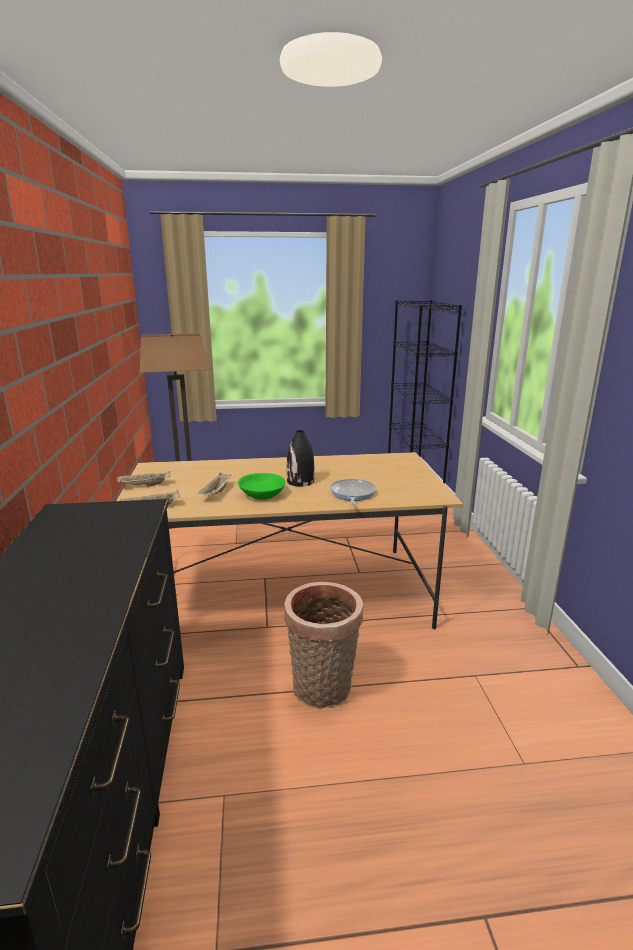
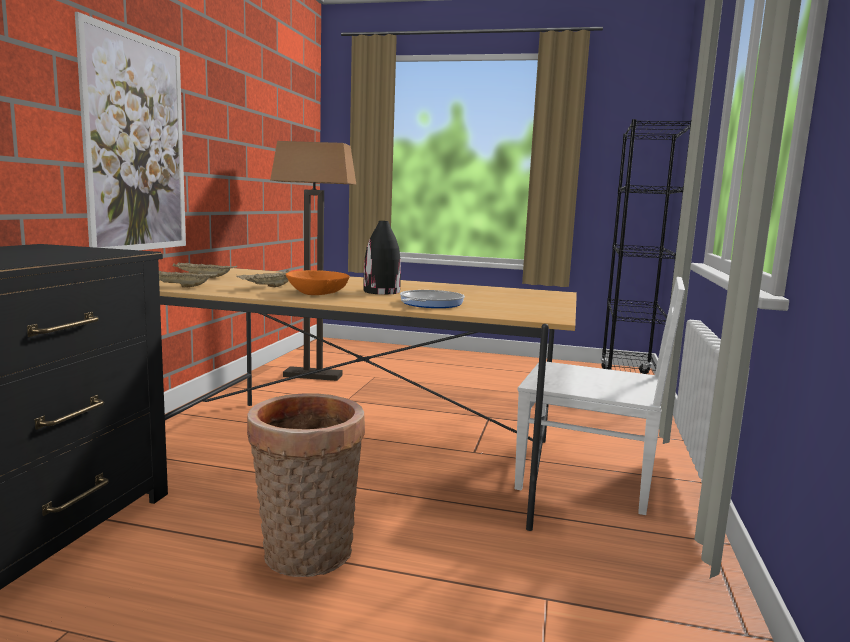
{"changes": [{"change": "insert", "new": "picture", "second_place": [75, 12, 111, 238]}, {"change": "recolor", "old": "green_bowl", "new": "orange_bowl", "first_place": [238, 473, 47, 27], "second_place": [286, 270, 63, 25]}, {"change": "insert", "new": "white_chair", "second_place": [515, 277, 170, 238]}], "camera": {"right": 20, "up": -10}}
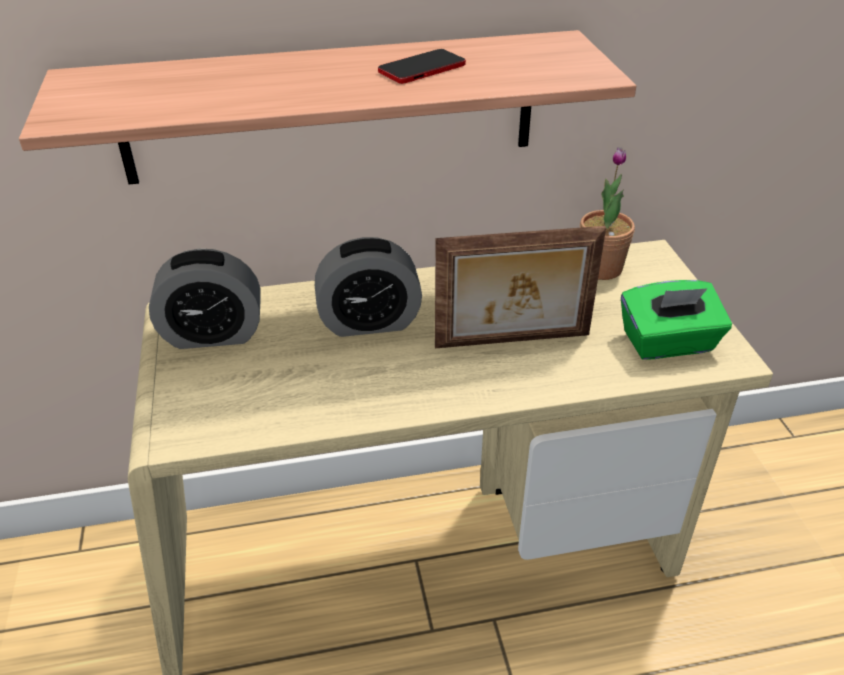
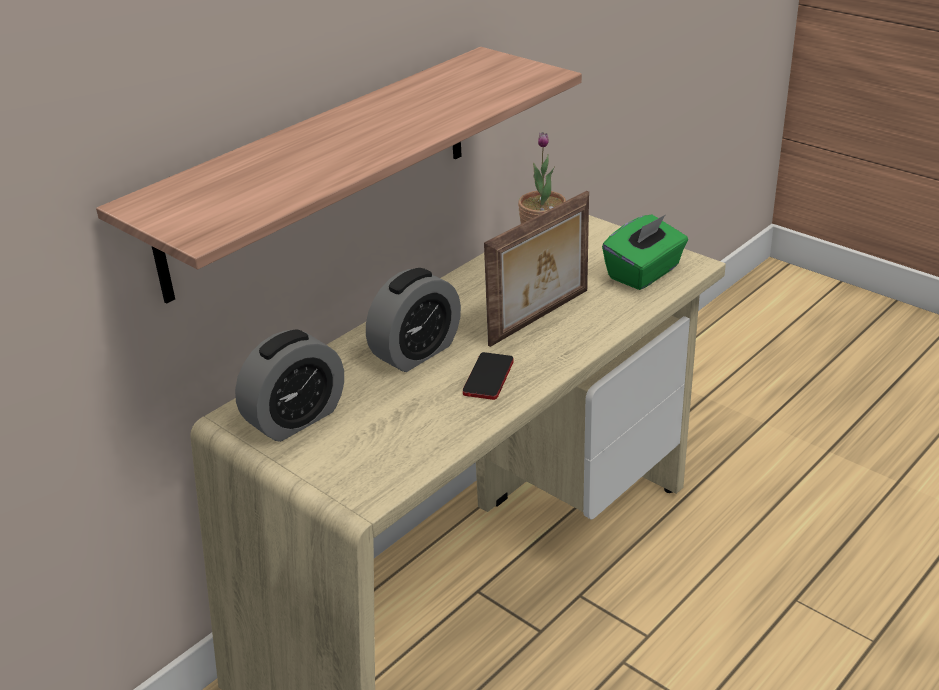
{"changes": [{"change": "move", "old": "phone", "first_place": [378, 49, 88, 35], "second_place": [463, 352, 51, 48]}], "camera": {"right": -35, "up": -5}}
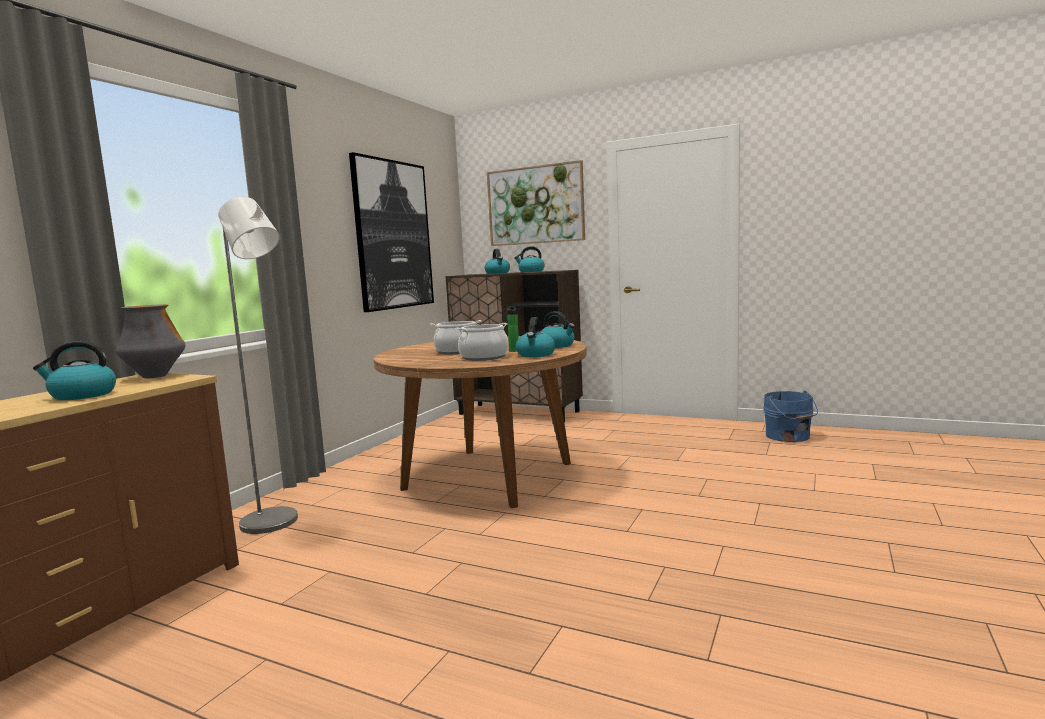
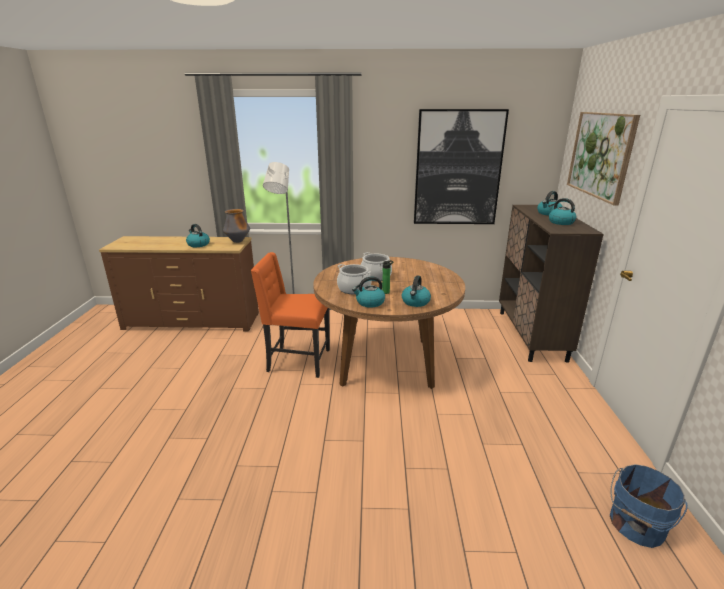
{"changes": [{"change": "insert", "new": "orange_chair", "second_place": [251, 252, 79, 126]}], "camera": {"right": 65, "up": 15}}
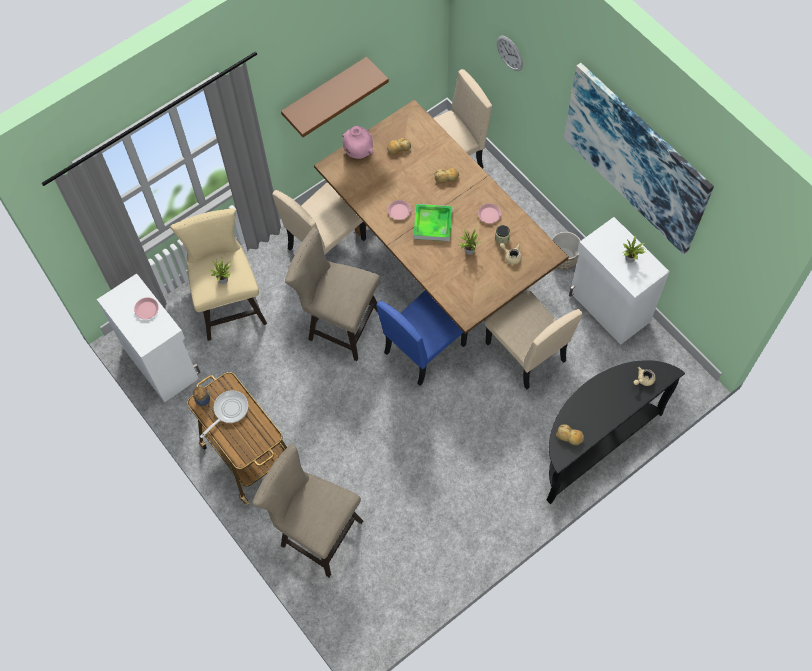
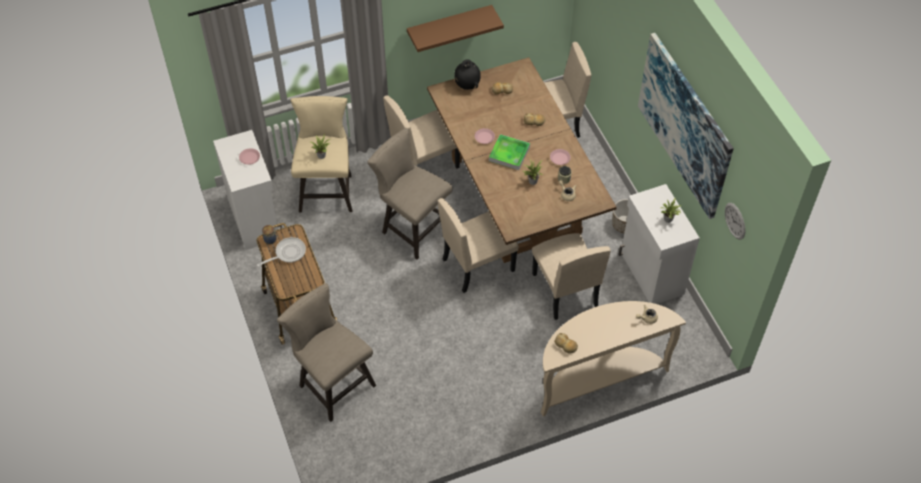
{"changes": [{"change": "recolor", "old": "blue_chair", "new": "beige_chair", "first_place": [376, 290, 92, 96], "second_place": [438, 198, 81, 95]}, {"change": "recolor", "old": "pink_vase", "new": "black_vase", "first_place": [342, 126, 31, 33], "second_place": [454, 59, 27, 31]}, {"change": "recolor", "old": "black_console_table", "new": "beige_console_table", "first_place": [546, 360, 139, 144], "second_place": [541, 301, 145, 115]}, {"change": "move", "old": "wall_clock", "first_place": [497, 36, 26, 35], "second_place": [725, 203, 20, 37]}], "camera": {"right": 15, "up": -10}}
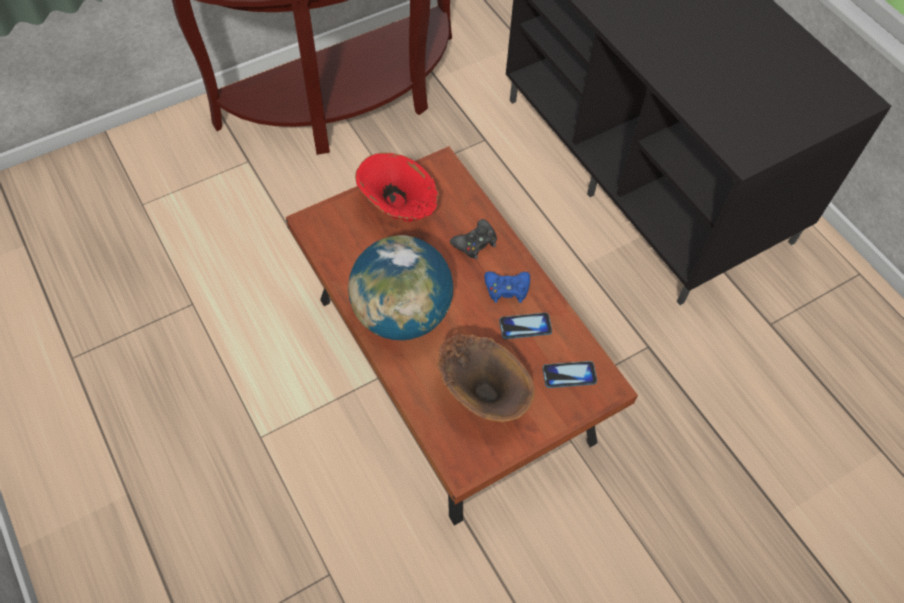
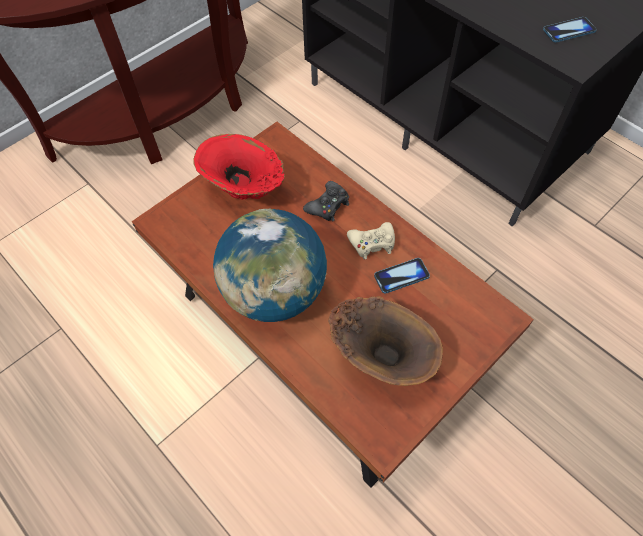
{"changes": [{"change": "recolor", "old": "blue_game_controller", "new": "beige_game_controller", "first_place": [484, 272, 46, 31], "second_place": [347, 222, 48, 38]}, {"change": "move", "old": "phone", "first_place": [543, 361, 54, 27], "second_place": [543, 17, 54, 25]}], "camera": {"right": -10, "up": 0}}
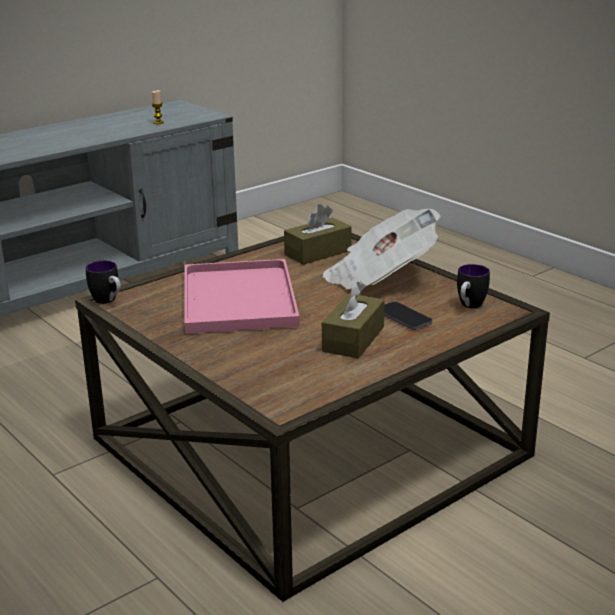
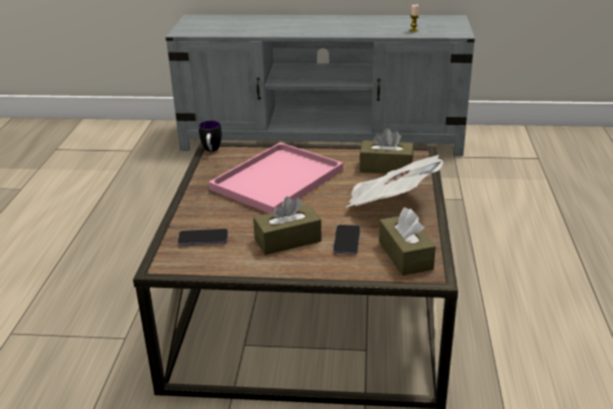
{"changes": [{"change": "insert", "new": "phone", "second_place": [178, 229, 50, 17]}, {"change": "replace", "old": "mug", "new": "brown_tissue_box", "first_place": [457, 264, 33, 44], "second_place": [379, 207, 57, 69]}], "camera": {"right": 45, "up": 5}}
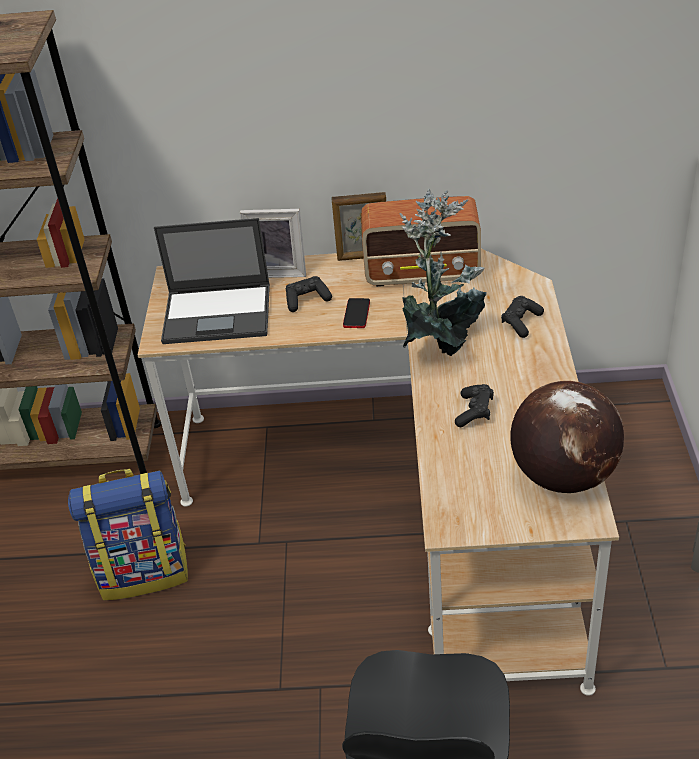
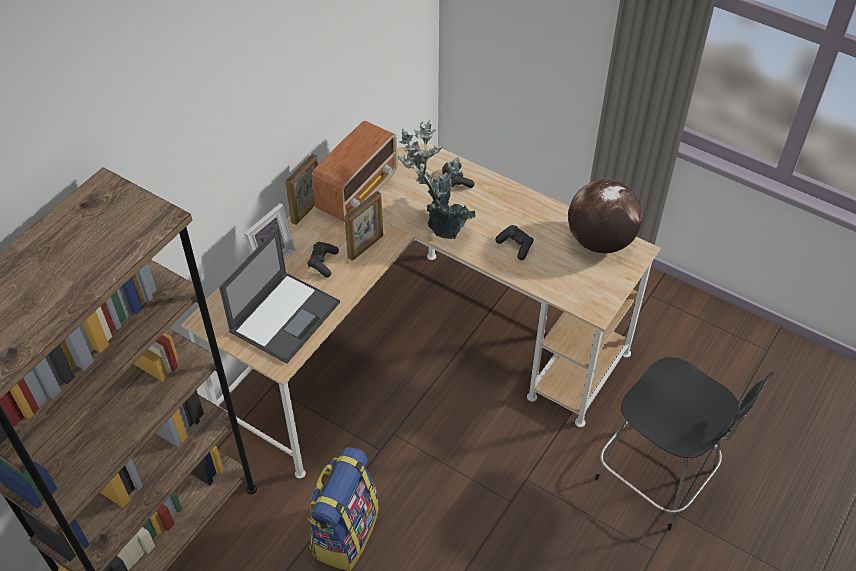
{"changes": [{"change": "replace", "old": "phone", "new": "picture_frame", "first_place": [343, 298, 27, 30], "second_place": [344, 191, 39, 69]}], "camera": {"right": -60, "up": 10}}
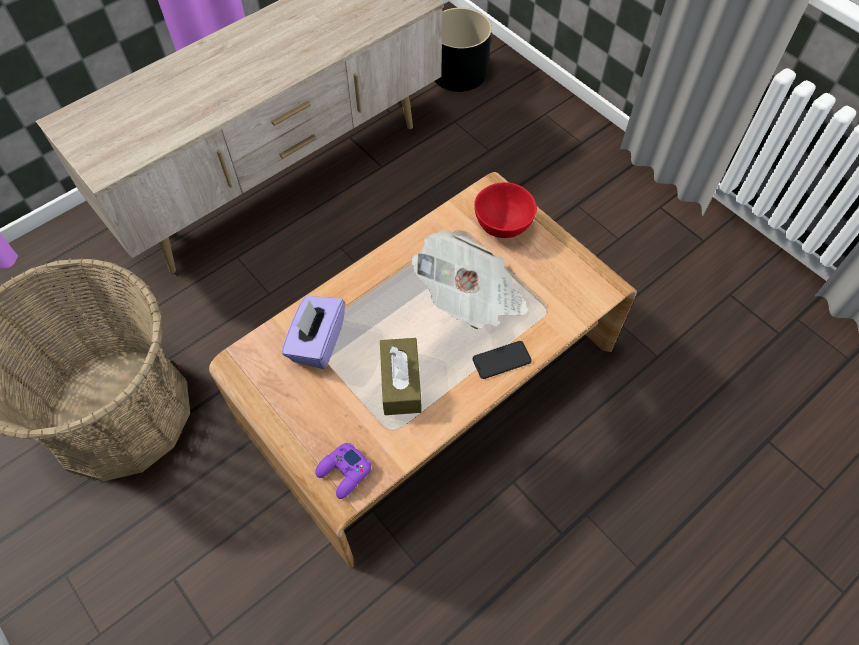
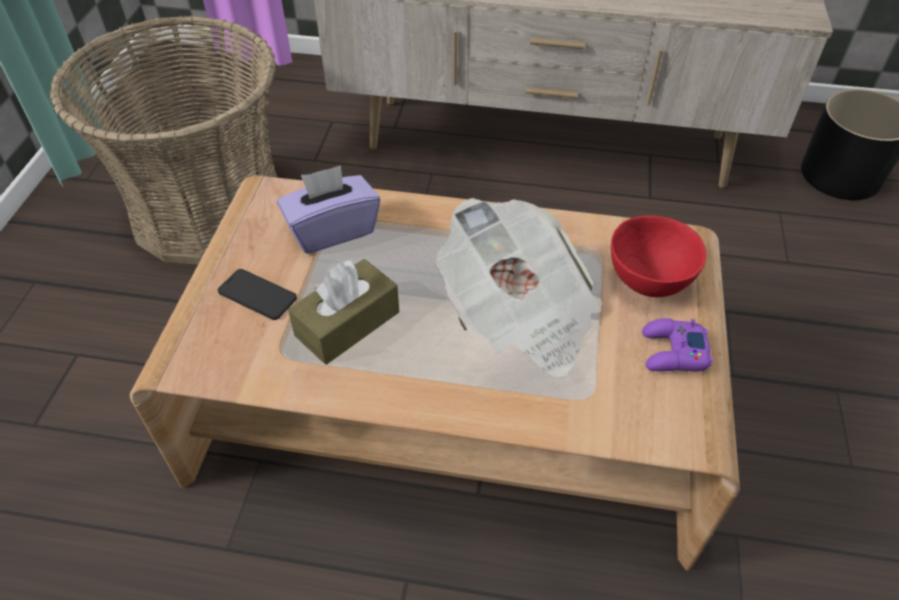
{"changes": [{"change": "move", "old": "phone", "first_place": [473, 341, 59, 38], "second_place": [218, 269, 79, 51]}, {"change": "move", "old": "purple_game_controller", "first_place": [315, 442, 56, 57], "second_place": [642, 319, 71, 52]}], "camera": {"right": 50, "up": -10}}
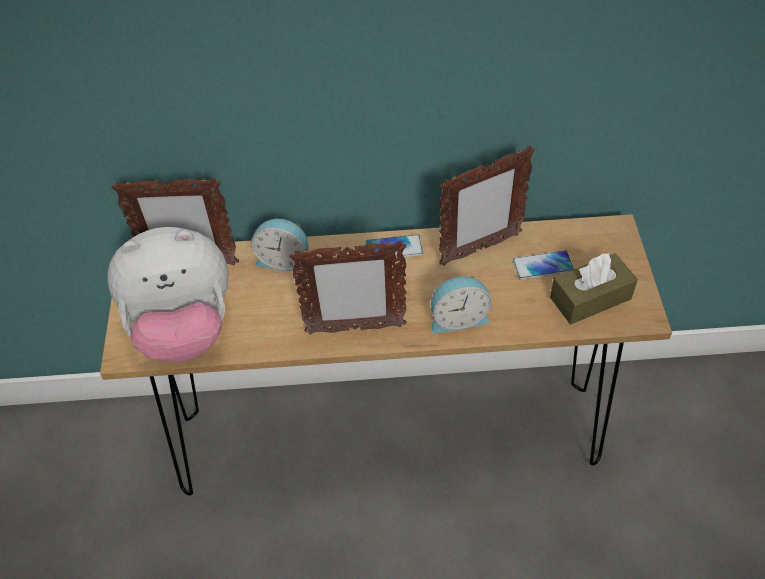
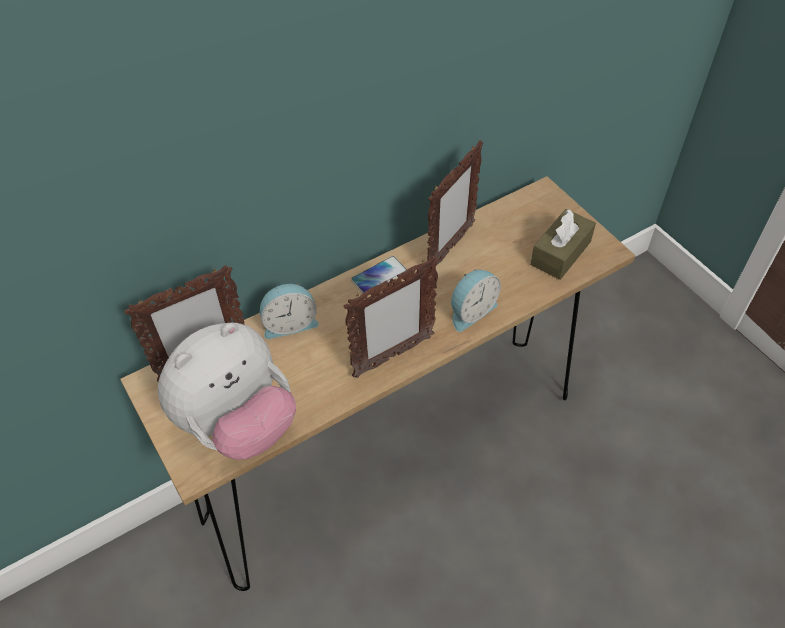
{"changes": [{"change": "delete", "old": "phone", "first_place": [512, 250, 62, 30]}], "camera": {"right": -30, "up": 0}}
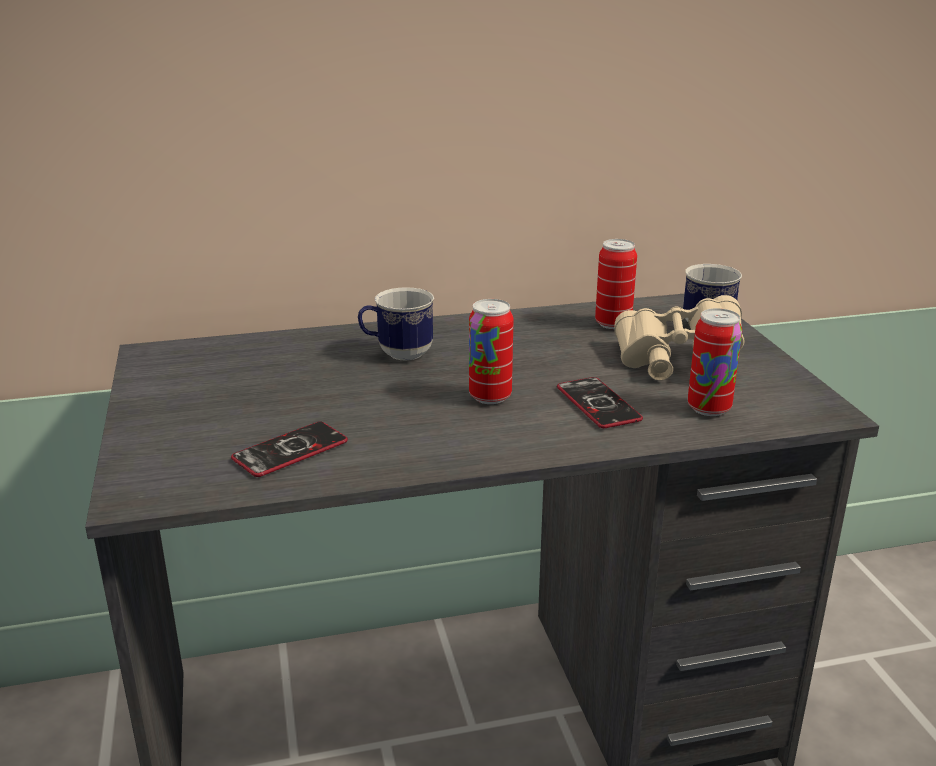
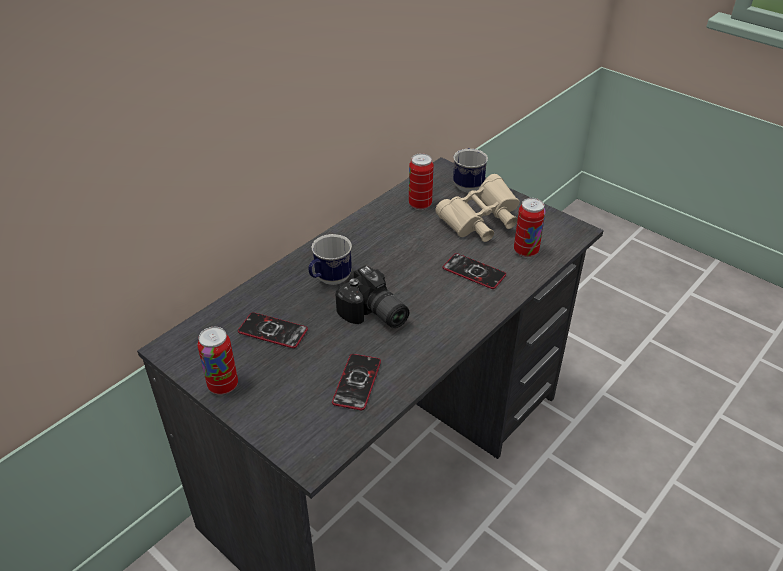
{"changes": [{"change": "move", "old": "can", "first_place": [469, 299, 45, 105], "second_place": [198, 327, 40, 68]}, {"change": "insert", "new": "phone", "second_place": [238, 312, 70, 36]}, {"change": "insert", "new": "photo_camera", "second_place": [335, 265, 74, 63]}], "camera": {"right": -35, "up": 15}}
